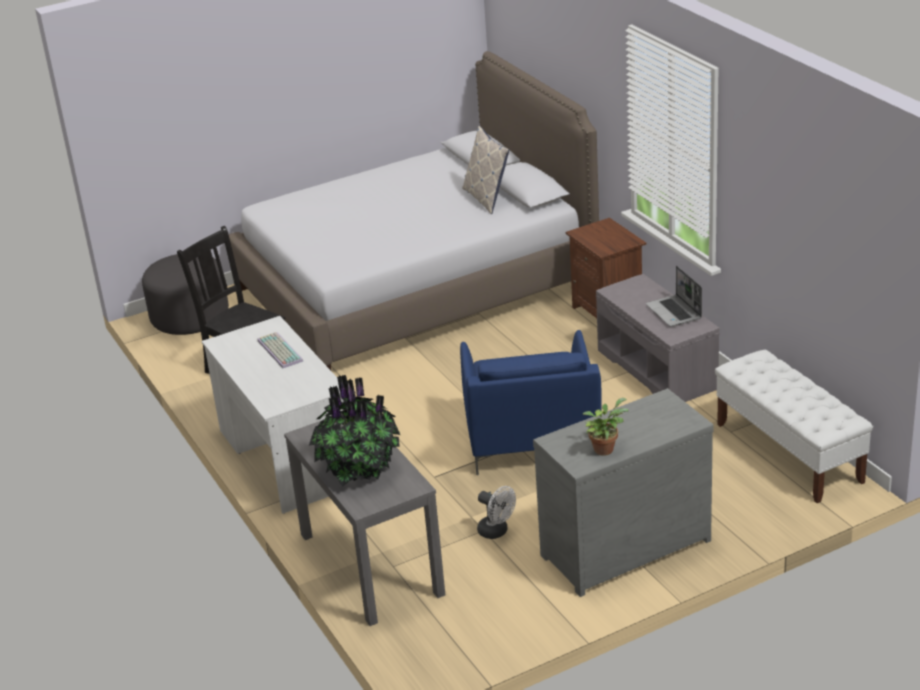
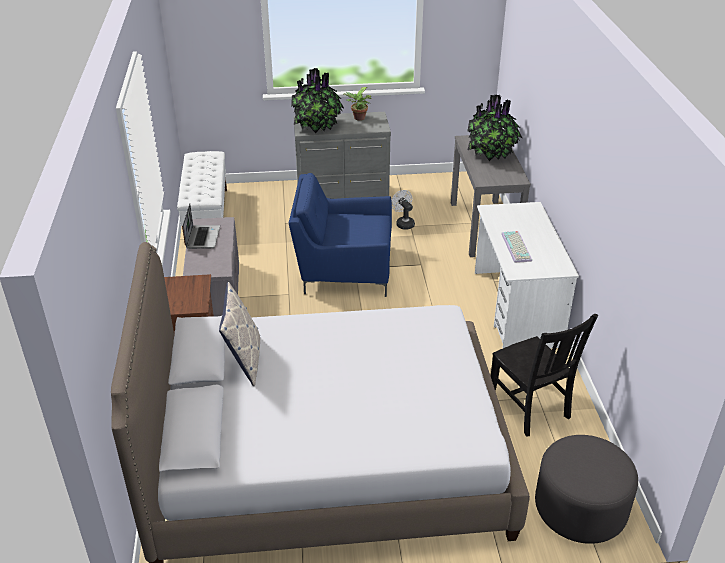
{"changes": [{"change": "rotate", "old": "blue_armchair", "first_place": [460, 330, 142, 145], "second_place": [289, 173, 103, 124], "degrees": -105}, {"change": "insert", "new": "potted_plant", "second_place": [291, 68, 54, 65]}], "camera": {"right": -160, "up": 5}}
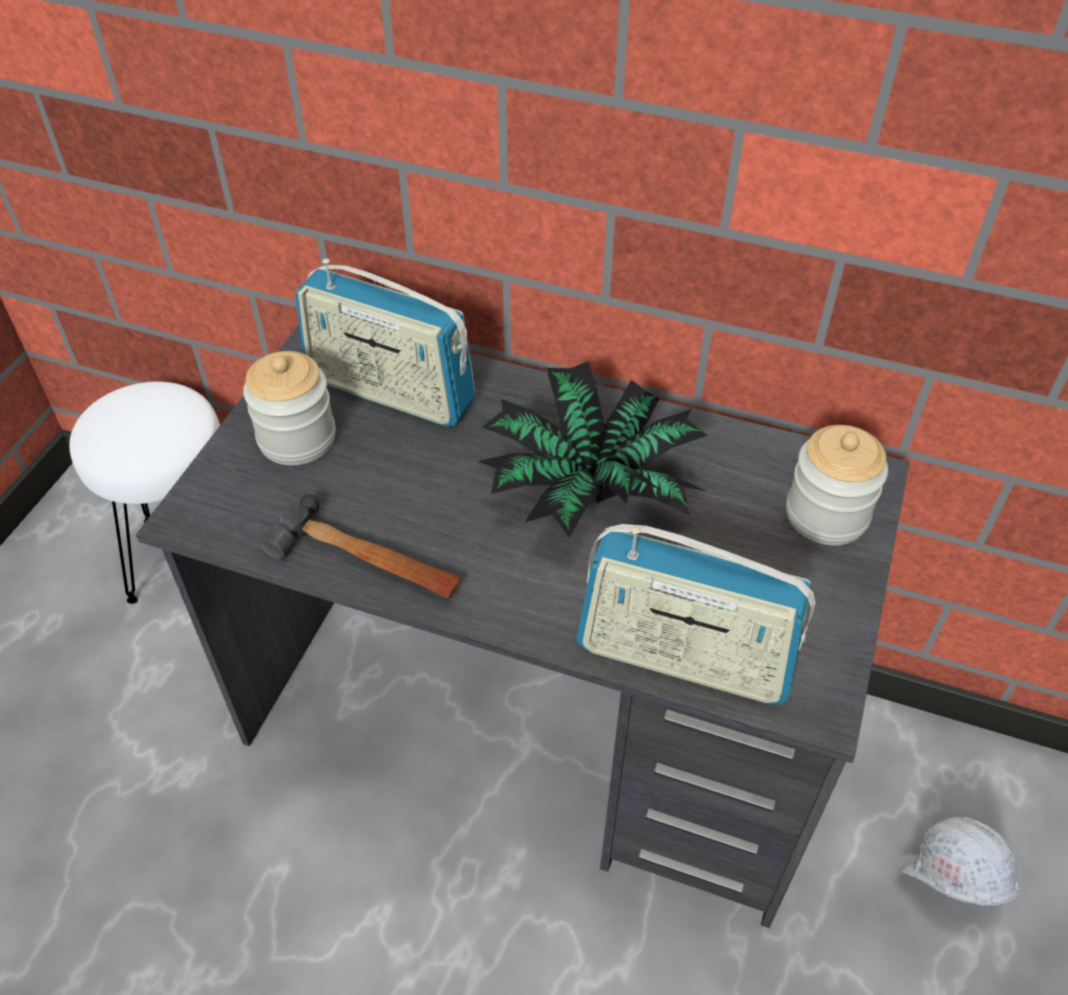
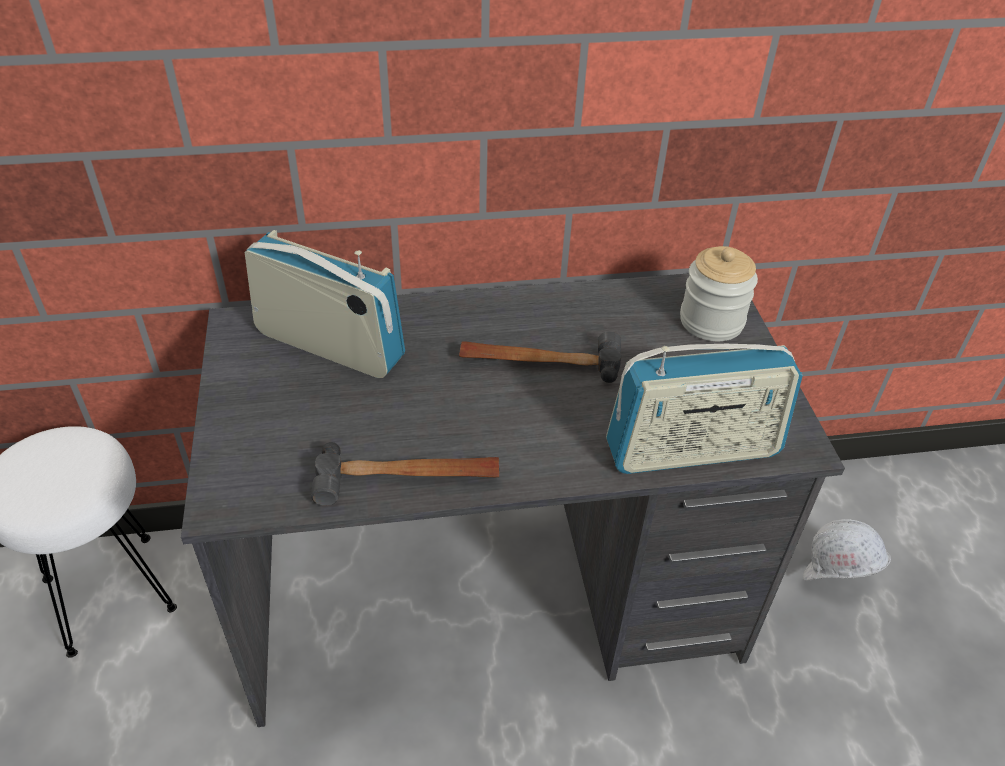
{"changes": [{"change": "rotate", "old": "radio", "first_place": [295, 258, 181, 169], "second_place": [245, 230, 160, 148], "degrees": -150}, {"change": "replace", "old": "potted_plant", "new": "hammer", "first_place": [477, 361, 231, 177], "second_place": [459, 331, 162, 52]}, {"change": "delete", "old": "jar", "first_place": [243, 351, 93, 114]}], "camera": {"right": -30, "up": -5}}
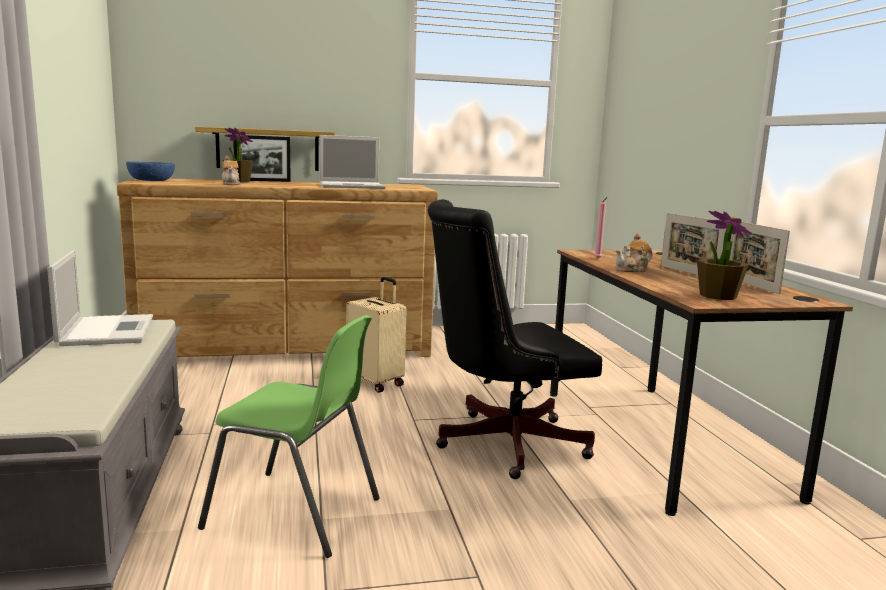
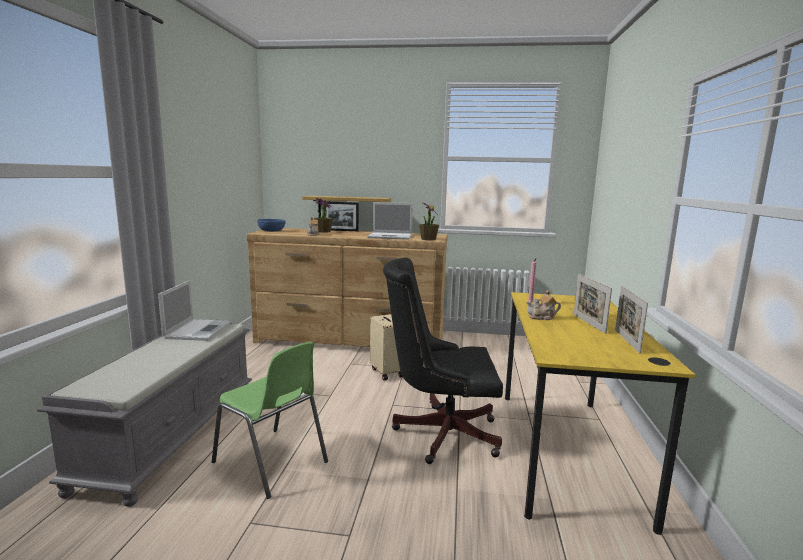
{"changes": [{"change": "move", "old": "potted_plant", "first_place": [697, 211, 56, 89], "second_place": [419, 203, 20, 38]}, {"change": "recolor", "old": "brown_desk", "new": "yellow_desk", "first_place": [550, 250, 303, 266], "second_place": [505, 292, 191, 243]}], "camera": {"right": 20, "up": 0}}
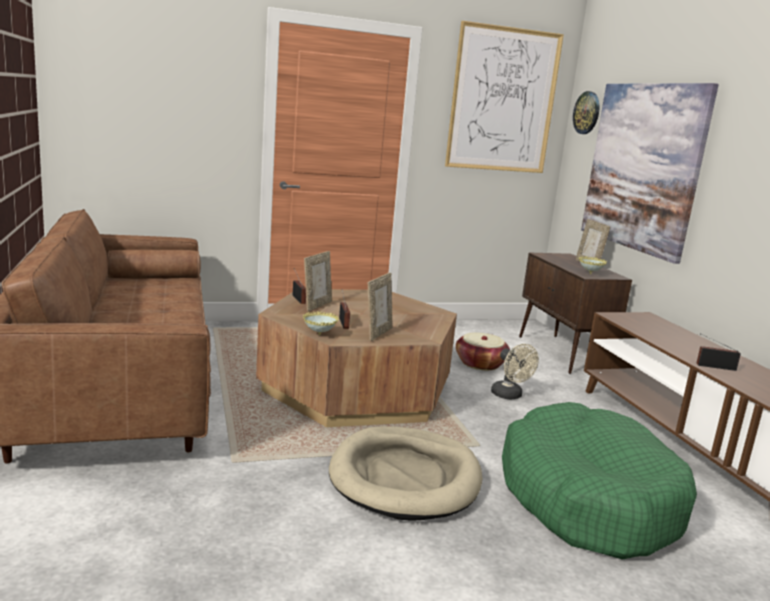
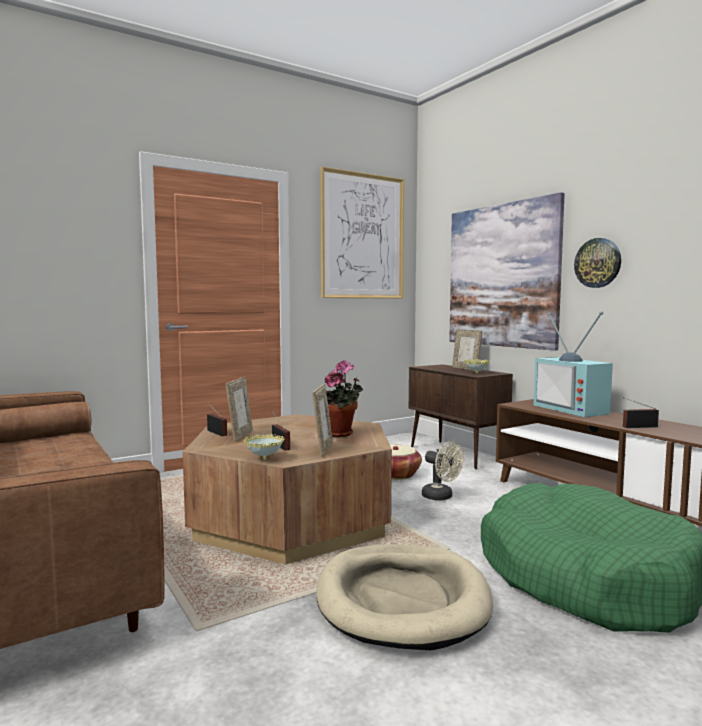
{"changes": [{"change": "insert", "new": "potted_plant", "second_place": [325, 360, 38, 77]}, {"change": "insert", "new": "television", "second_place": [534, 311, 79, 106]}, {"change": "move", "old": "wall_clock", "first_place": [573, 91, 26, 43], "second_place": [574, 238, 47, 50]}], "camera": {"right": -15, "up": -10}}
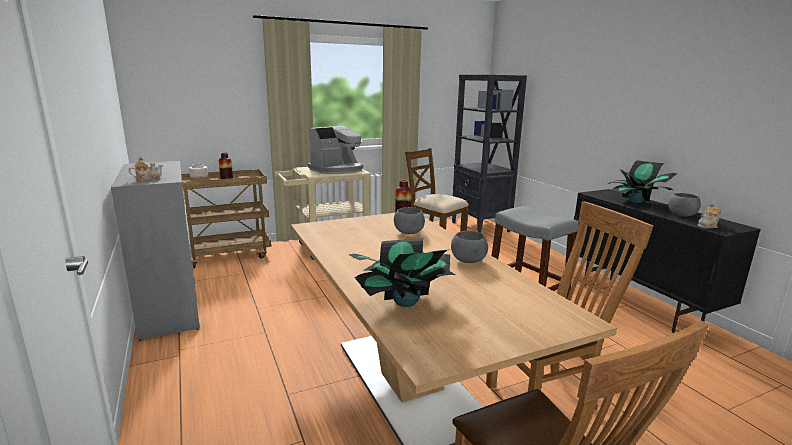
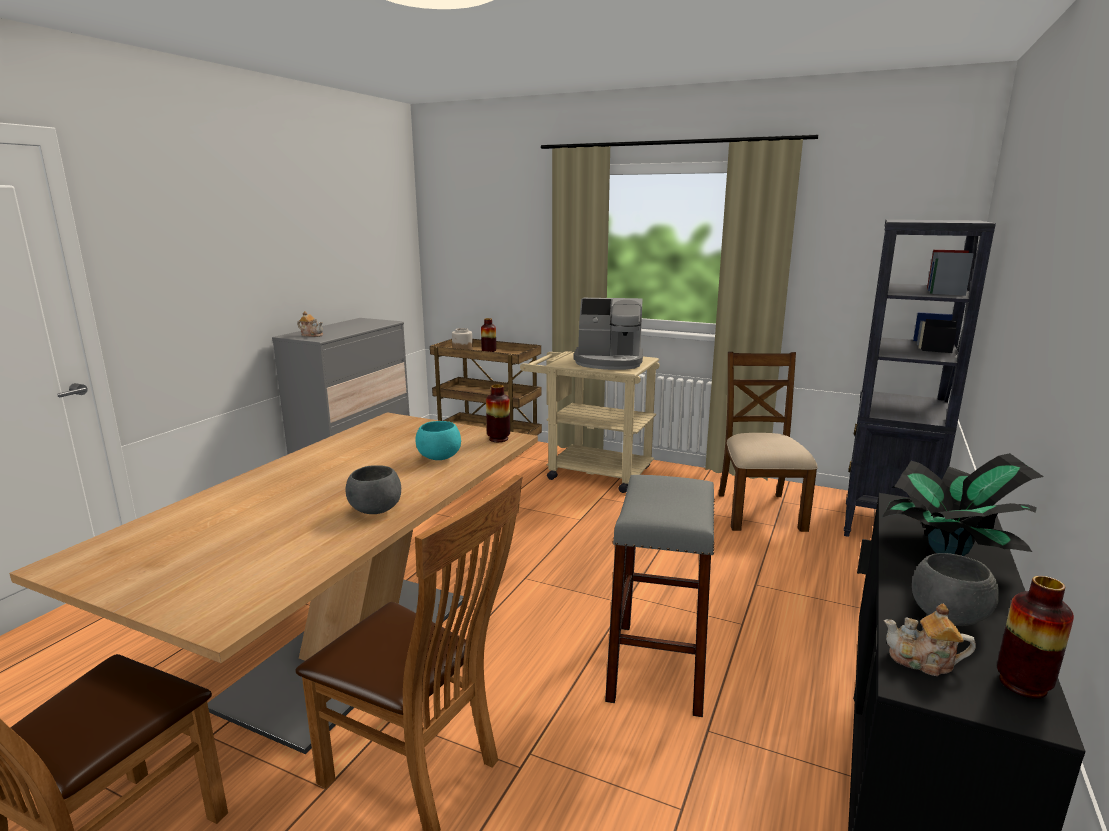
{"changes": [{"change": "recolor", "old": "grey_bowl", "new": "turquoise_bowl", "first_place": [394, 207, 31, 27], "second_place": [415, 421, 46, 39]}, {"change": "insert", "new": "vase", "second_place": [997, 576, 77, 123]}, {"change": "delete", "old": "potted_plant", "first_place": [349, 238, 106, 69]}], "camera": {"right": 50, "up": 0}}
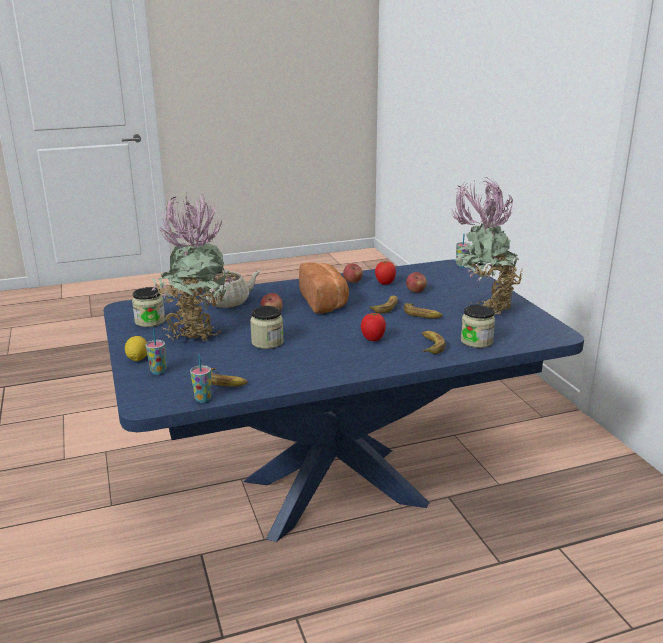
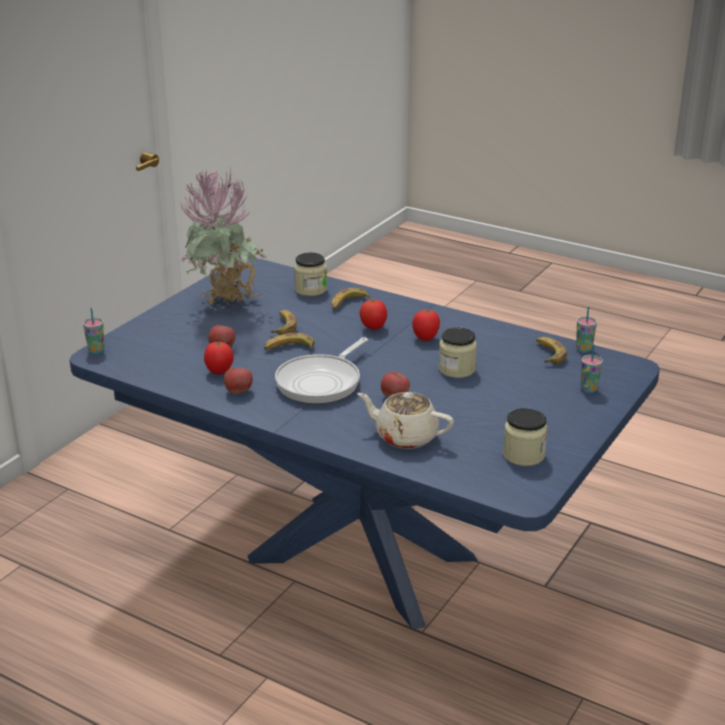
{"changes": [{"change": "replace", "old": "bread", "new": "frying_pan", "first_place": [299, 263, 50, 51], "second_place": [275, 337, 93, 67]}, {"change": "insert", "new": "tomato", "second_place": [412, 309, 28, 32]}, {"change": "delete", "old": "lemon", "first_place": [125, 336, 22, 25]}, {"change": "delete", "old": "potted_plant", "first_place": [151, 194, 82, 147]}], "camera": {"right": -130, "up": 5}}
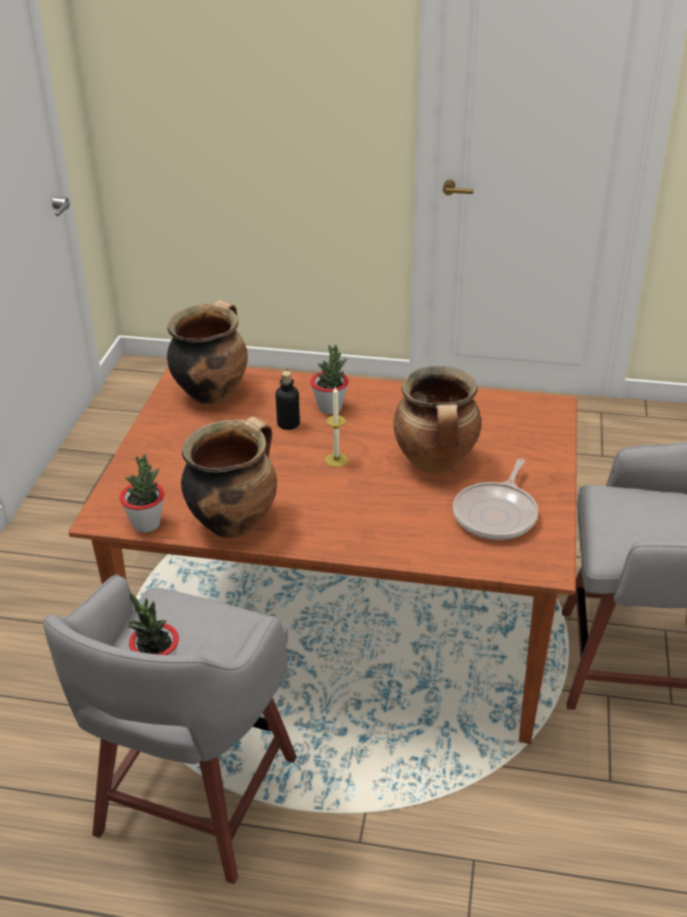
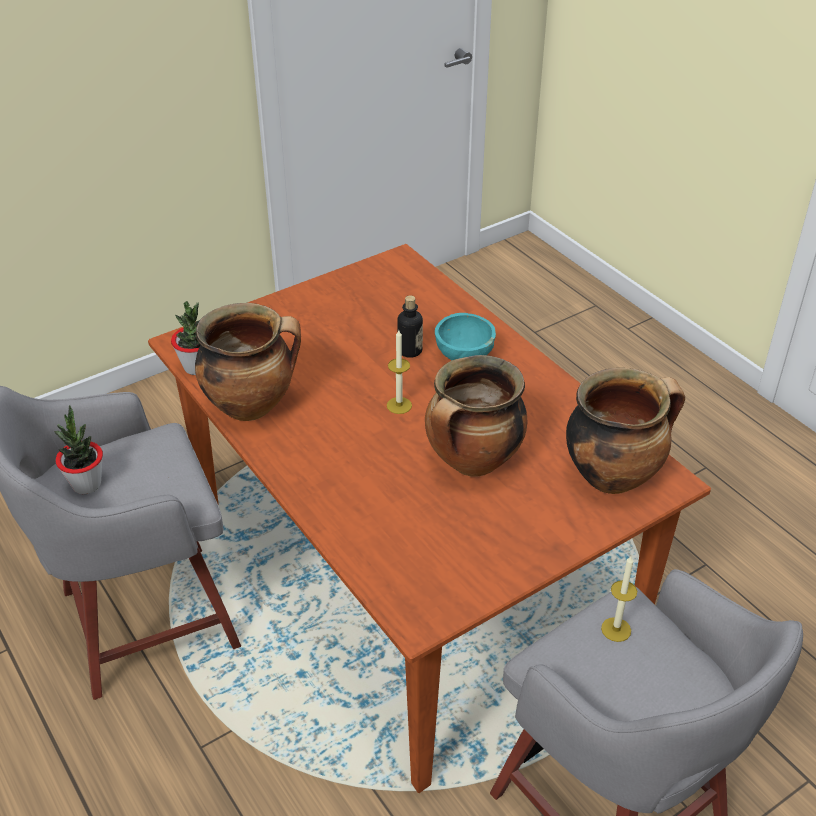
{"changes": [{"change": "replace", "old": "potted_plant", "new": "turquoise_bowl", "first_place": [310, 345, 39, 69], "second_place": [435, 313, 61, 47]}, {"change": "move", "old": "cooking_pot", "first_place": [167, 300, 81, 105], "second_place": [566, 368, 119, 126]}, {"change": "insert", "new": "candle", "second_place": [601, 555, 36, 87]}, {"change": "delete", "old": "frying_pan", "first_place": [453, 459, 85, 81]}], "camera": {"right": 45, "up": 5}}
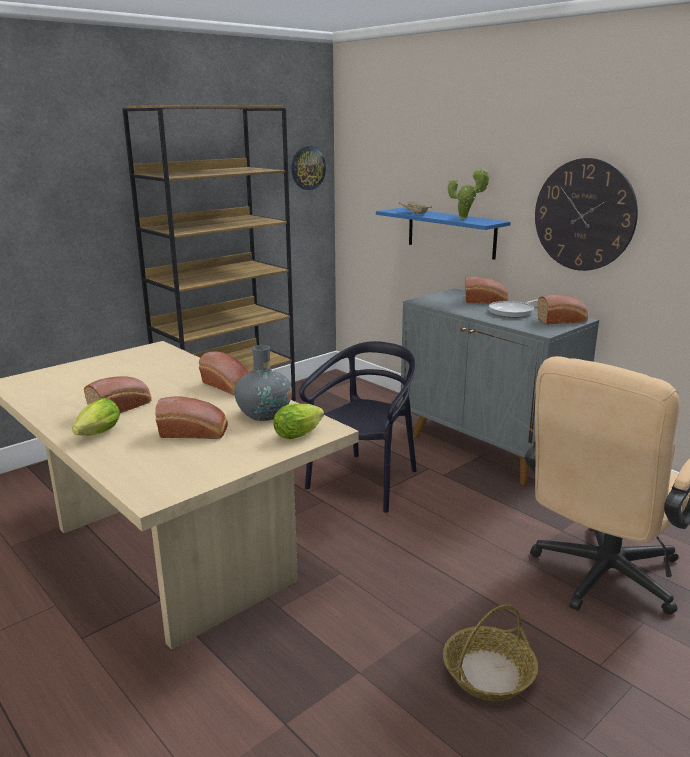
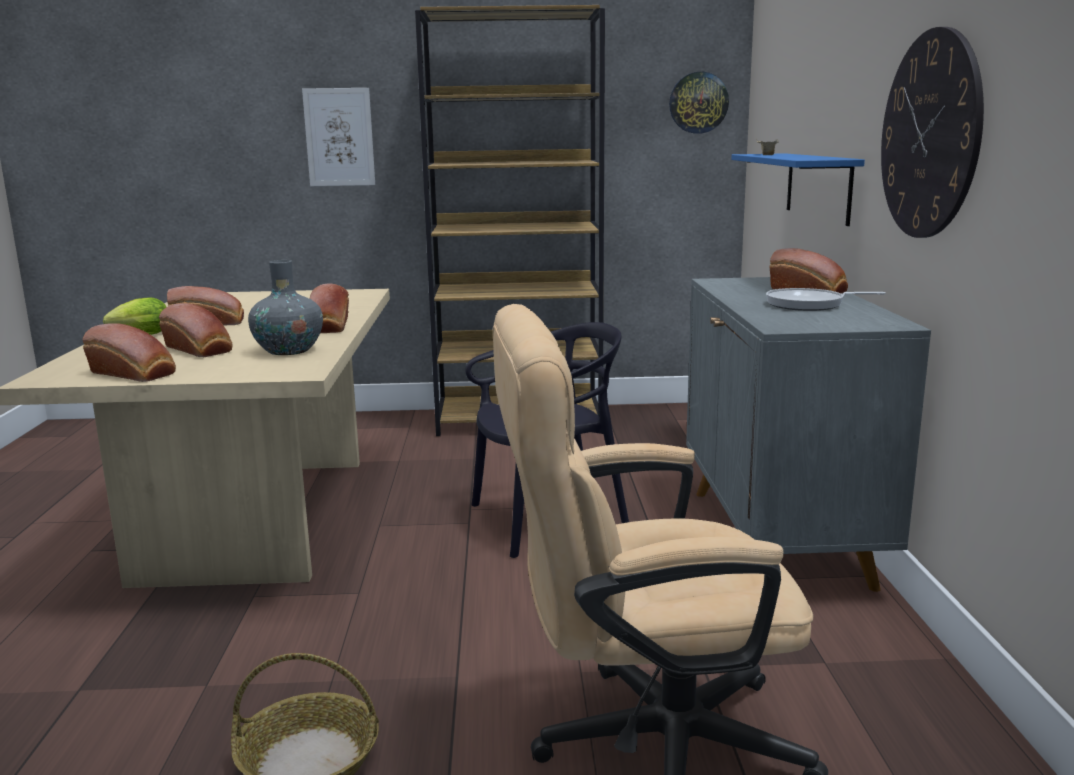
{"changes": [{"change": "move", "old": "bread", "first_place": [538, 294, 50, 31], "second_place": [82, 323, 94, 59]}, {"change": "insert", "new": "picture", "second_place": [302, 88, 73, 98]}, {"change": "delete", "old": "lettuce", "first_place": [273, 403, 51, 36]}, {"change": "delete", "old": "potted_plant", "first_place": [448, 168, 43, 51]}], "camera": {"right": 40, "up": -5}}
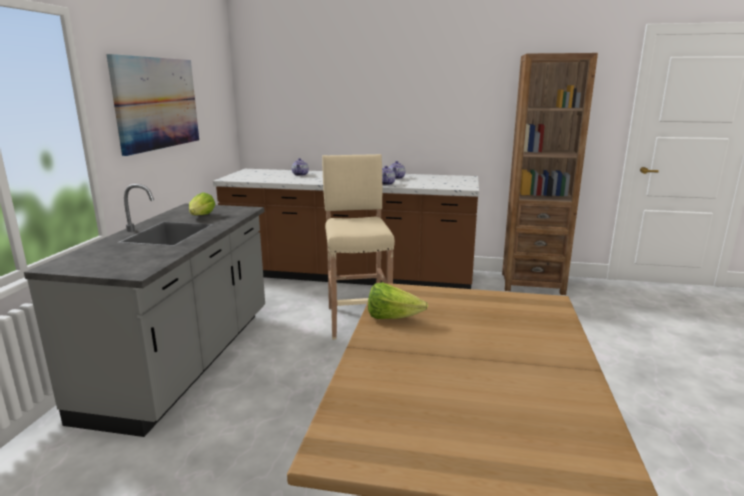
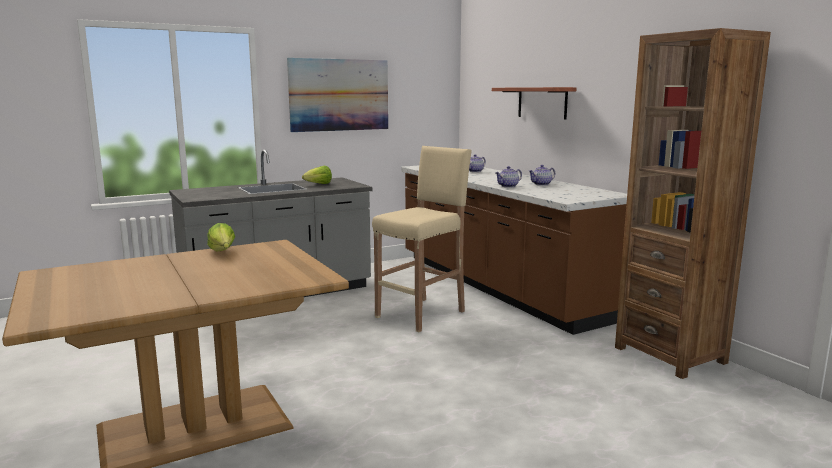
{"changes": [{"change": "insert", "new": "shelf", "second_place": [492, 87, 85, 33]}], "camera": {"right": 50, "up": -5}}
